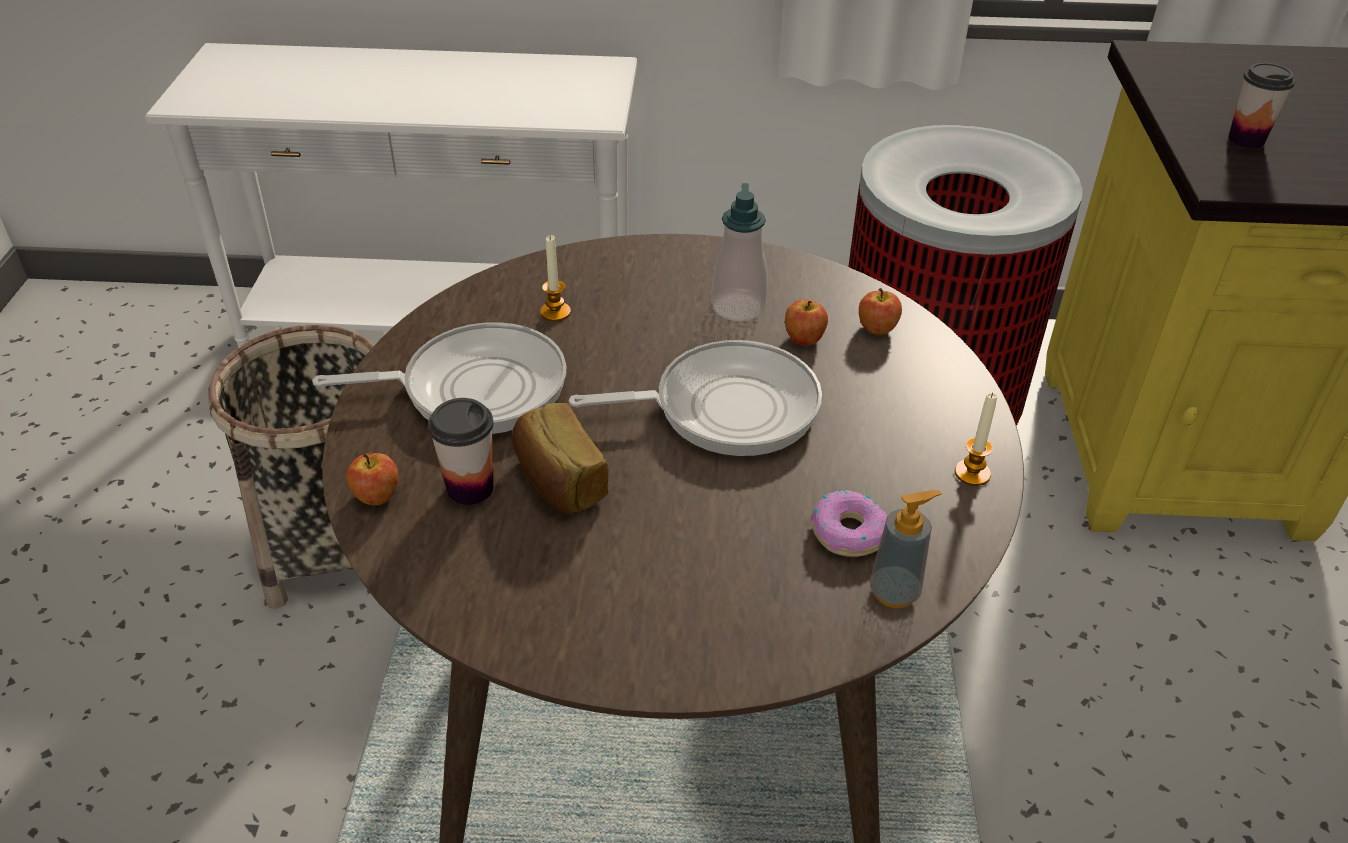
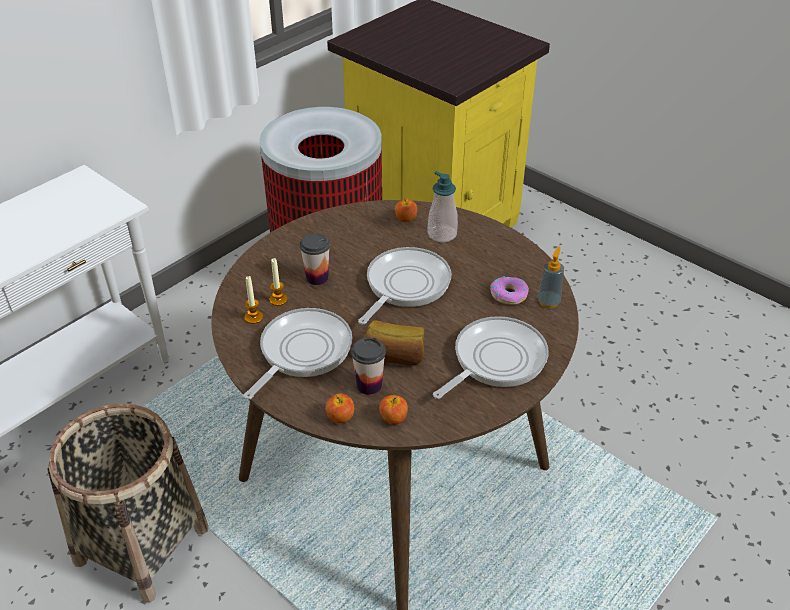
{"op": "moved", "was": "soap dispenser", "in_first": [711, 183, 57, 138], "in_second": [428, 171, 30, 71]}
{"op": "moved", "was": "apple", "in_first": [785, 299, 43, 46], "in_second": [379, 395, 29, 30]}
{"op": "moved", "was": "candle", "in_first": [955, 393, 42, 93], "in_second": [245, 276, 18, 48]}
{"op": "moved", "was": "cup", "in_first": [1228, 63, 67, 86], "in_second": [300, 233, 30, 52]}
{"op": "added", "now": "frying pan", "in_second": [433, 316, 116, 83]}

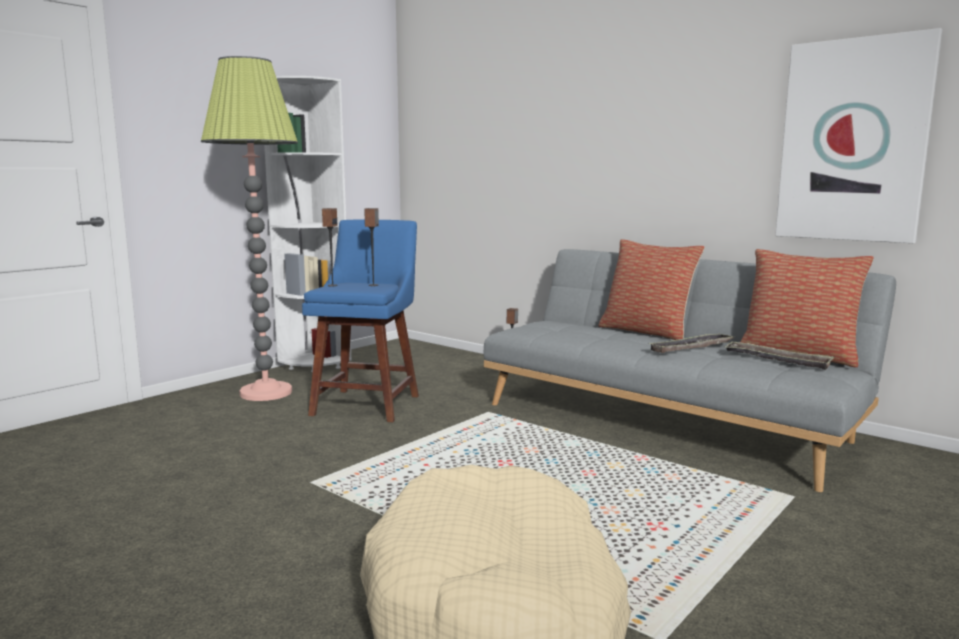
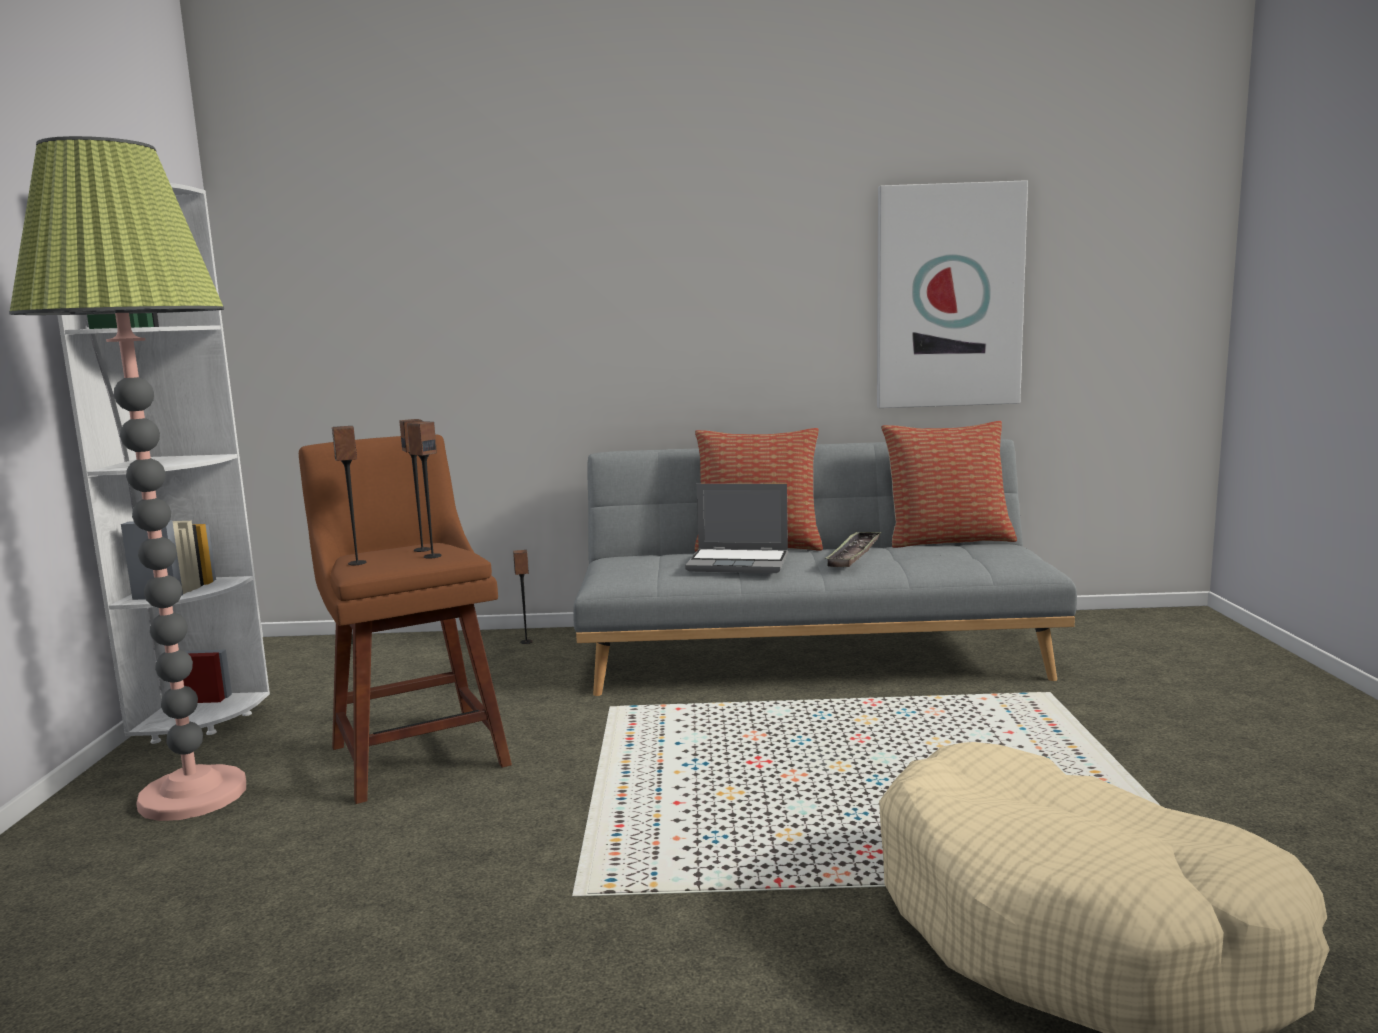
{"op": "recoloured", "was": "blue stool", "now": "brown stool", "in_first": [302, 219, 117, 203], "in_second": [299, 435, 213, 369]}
{"op": "removed", "was": "tray", "in_first": [724, 342, 110, 28]}
{"op": "added", "now": "speaker", "in_second": [407, 421, 35, 138]}
{"op": "added", "now": "laptop", "in_second": [685, 484, 103, 89]}

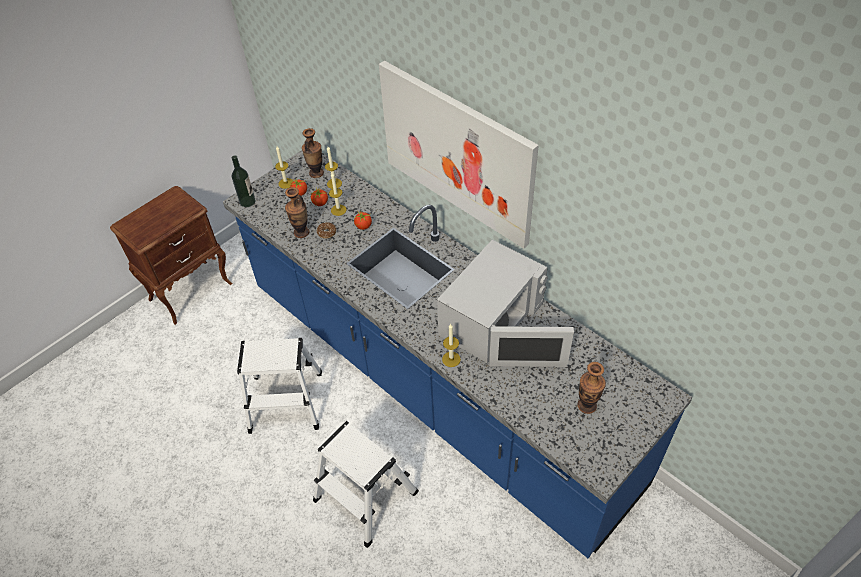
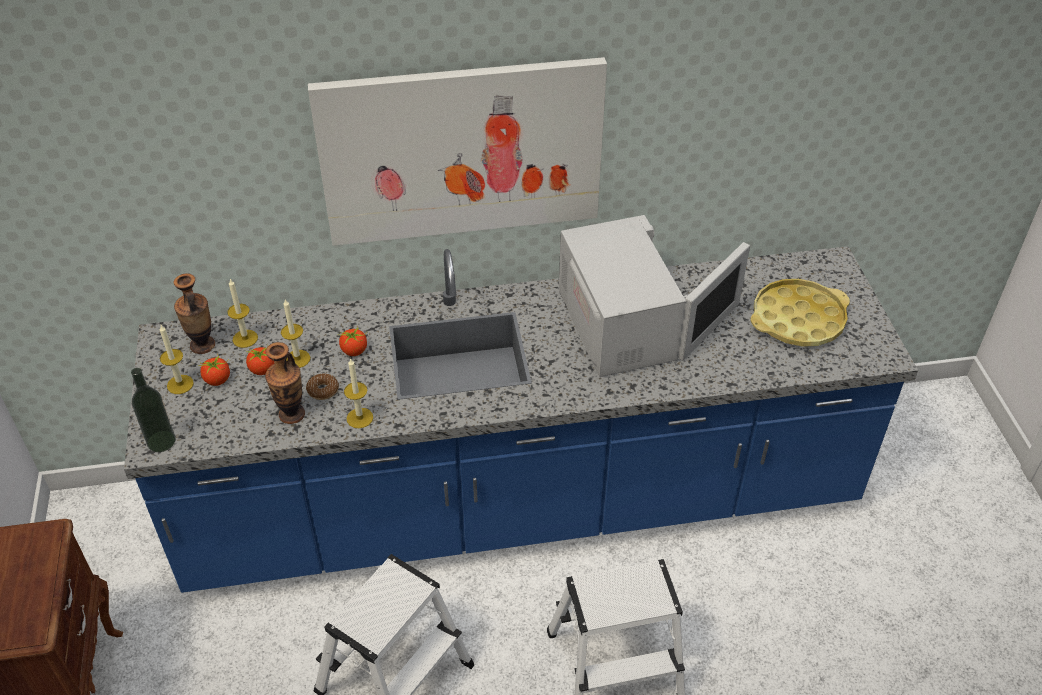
{"op": "moved", "was": "candle", "in_first": [442, 324, 19, 43], "in_second": [344, 358, 29, 70]}
{"op": "replaced", "was": "vase", "now": "yellow tray", "in_first": [577, 362, 29, 52], "in_second": [751, 279, 99, 68]}

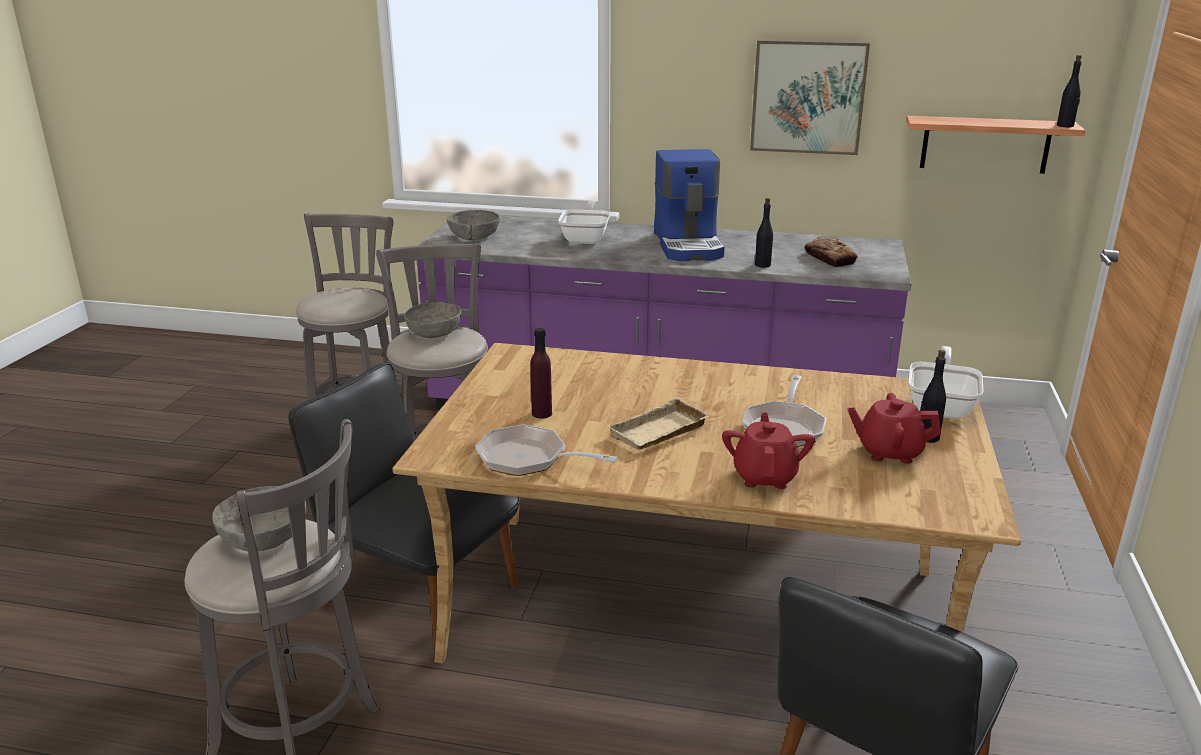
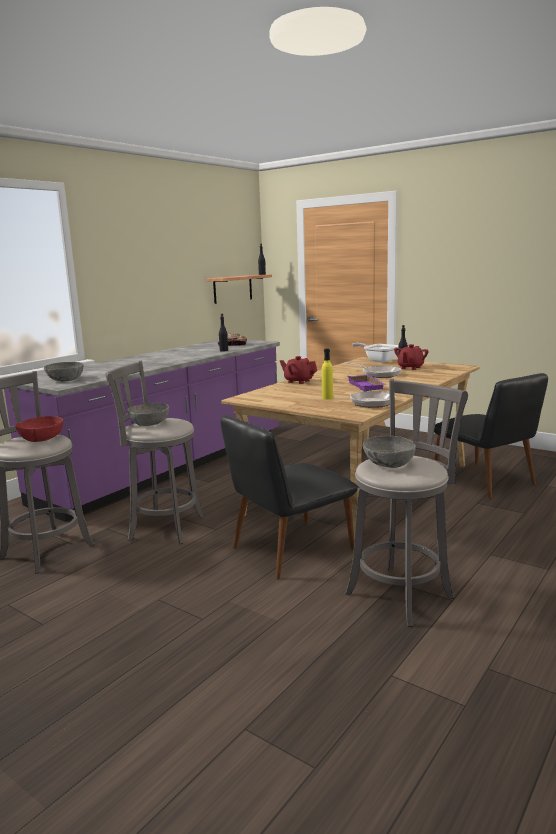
{"op": "recoloured", "was": "purple bottle", "now": "yellow bottle", "in_first": [530, 328, 22, 91], "in_second": [322, 348, 11, 52]}
{"op": "removed", "was": "frying pan", "in_first": [558, 201, 53, 43]}
{"op": "recoloured", "was": "beige tray", "now": "purple tray", "in_first": [607, 397, 104, 53], "in_second": [347, 375, 40, 16]}
{"op": "removed", "was": "coffee machine", "in_first": [654, 149, 71, 112]}
{"op": "moved", "was": "red teapot", "in_first": [722, 413, 93, 76], "in_second": [280, 356, 37, 28]}
{"op": "removed", "was": "picture", "in_first": [750, 40, 120, 115]}
{"op": "added", "now": "red bowl", "in_second": [16, 416, 48, 26]}

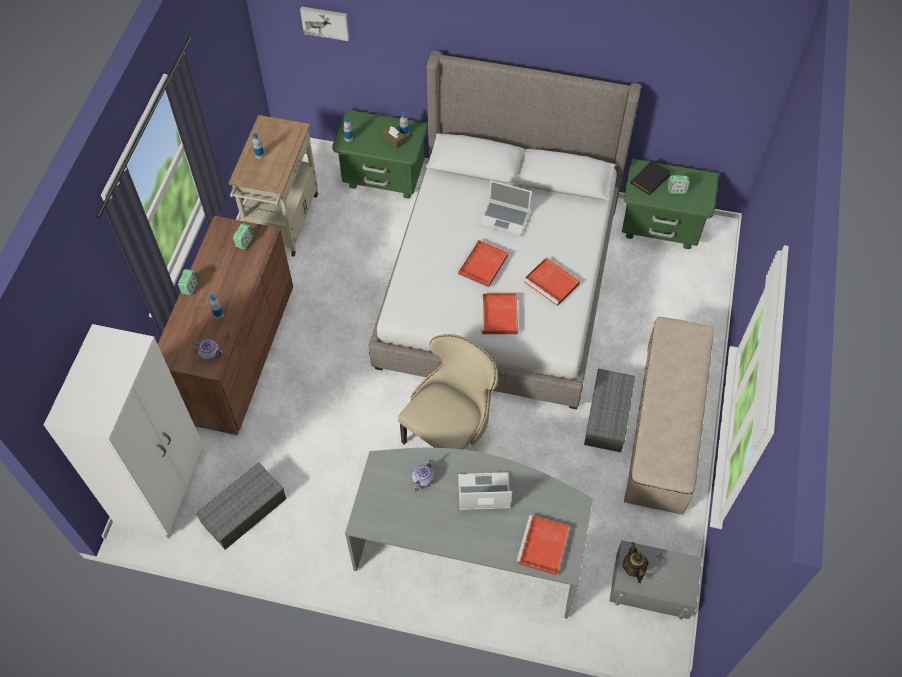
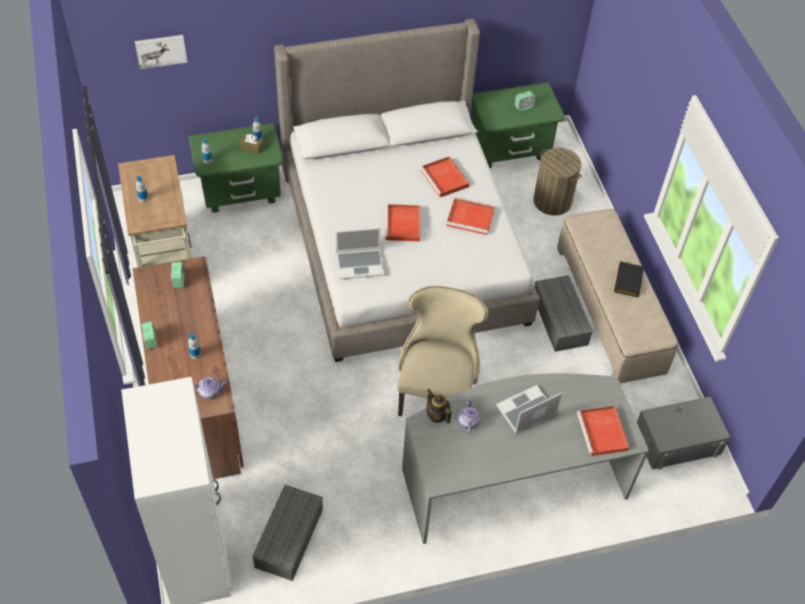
{"op": "moved", "was": "laptop", "in_first": [479, 180, 53, 56], "in_second": [336, 228, 48, 51]}
{"op": "moved", "was": "red tray", "in_first": [480, 294, 38, 40], "in_second": [420, 156, 49, 41]}
{"op": "moved", "was": "teapot", "in_first": [622, 542, 26, 41], "in_second": [426, 389, 25, 34]}
{"op": "moved", "was": "black book", "in_first": [631, 160, 40, 35], "in_second": [614, 261, 30, 37]}
{"op": "added", "now": "laundry basket", "in_second": [533, 148, 49, 68]}

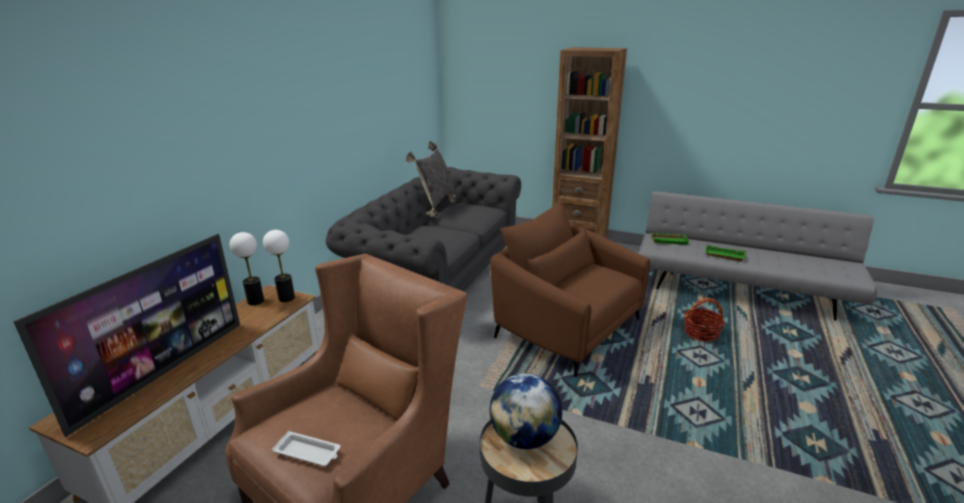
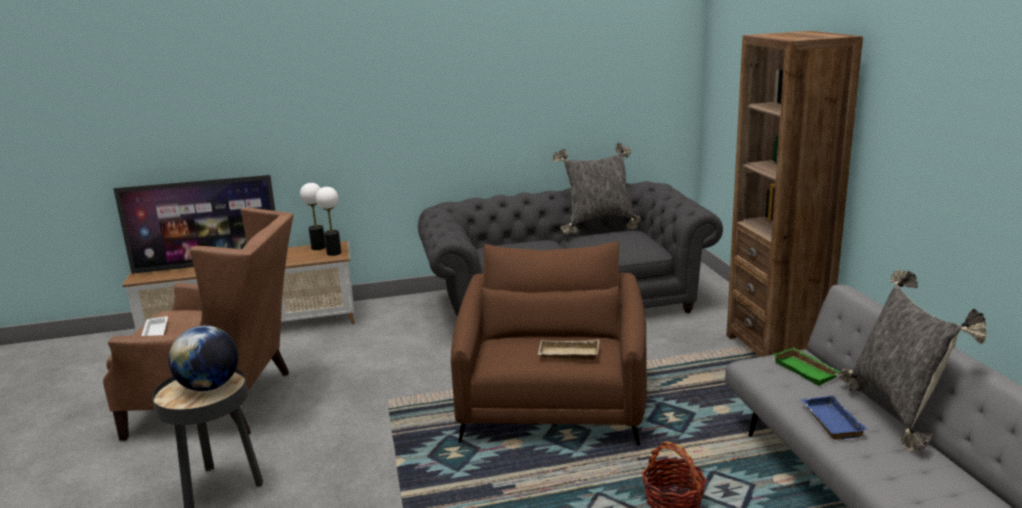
{"op": "recoloured", "was": "green tray", "now": "blue tray", "in_first": [704, 245, 43, 17], "in_second": [800, 395, 68, 45]}
{"op": "added", "now": "beige tray", "in_second": [538, 339, 61, 21]}
{"op": "added", "now": "pillow", "in_second": [838, 270, 149, 181]}

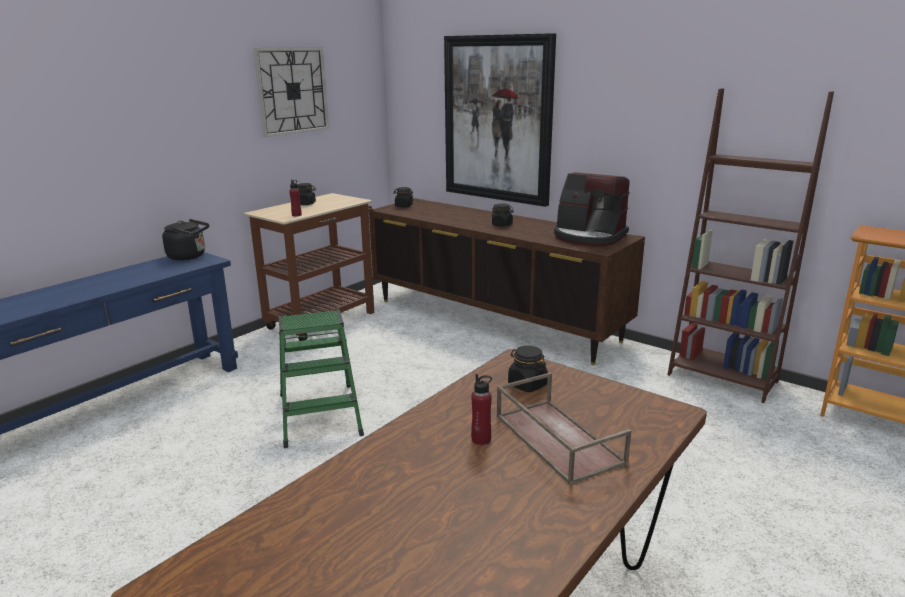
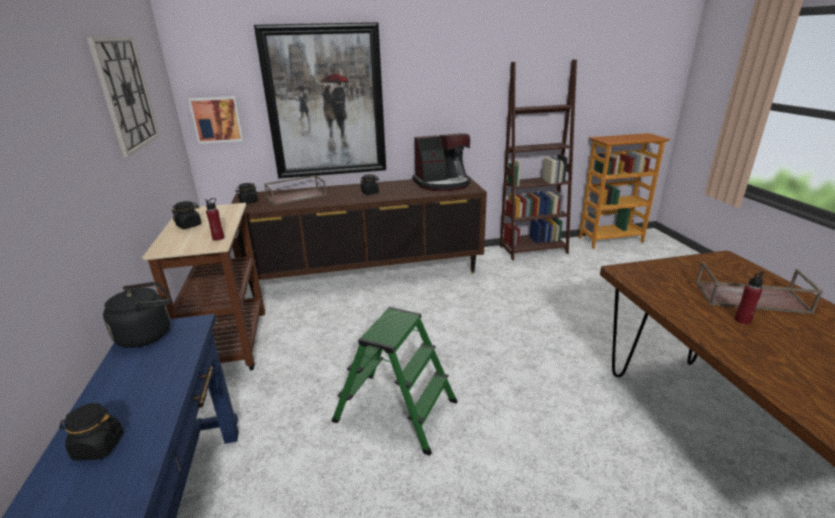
{"op": "moved", "was": "black jar", "in_first": [508, 346, 40, 46], "in_second": [59, 403, 65, 57]}
{"op": "added", "now": "picture", "in_second": [188, 96, 56, 48]}
{"op": "added", "now": "brown tray", "in_second": [264, 175, 63, 31]}

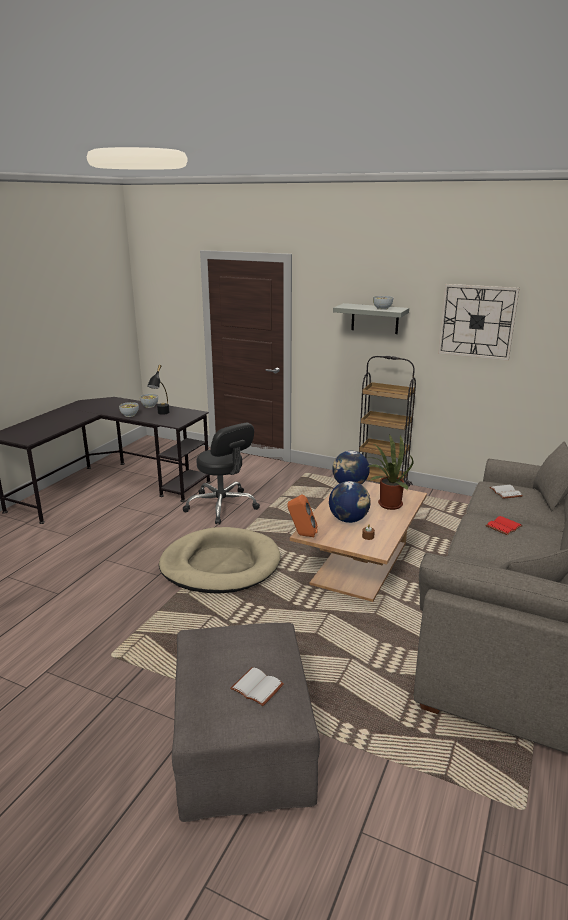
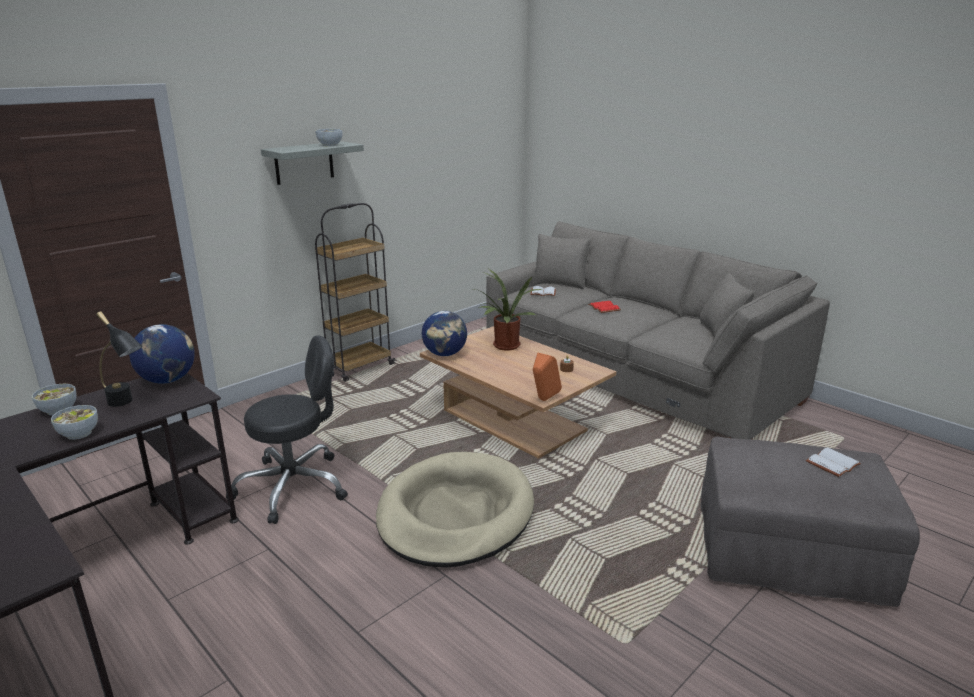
{"op": "moved", "was": "globe", "in_first": [329, 481, 42, 42], "in_second": [129, 324, 66, 60]}
{"op": "removed", "was": "wall clock", "in_first": [438, 284, 82, 77]}

